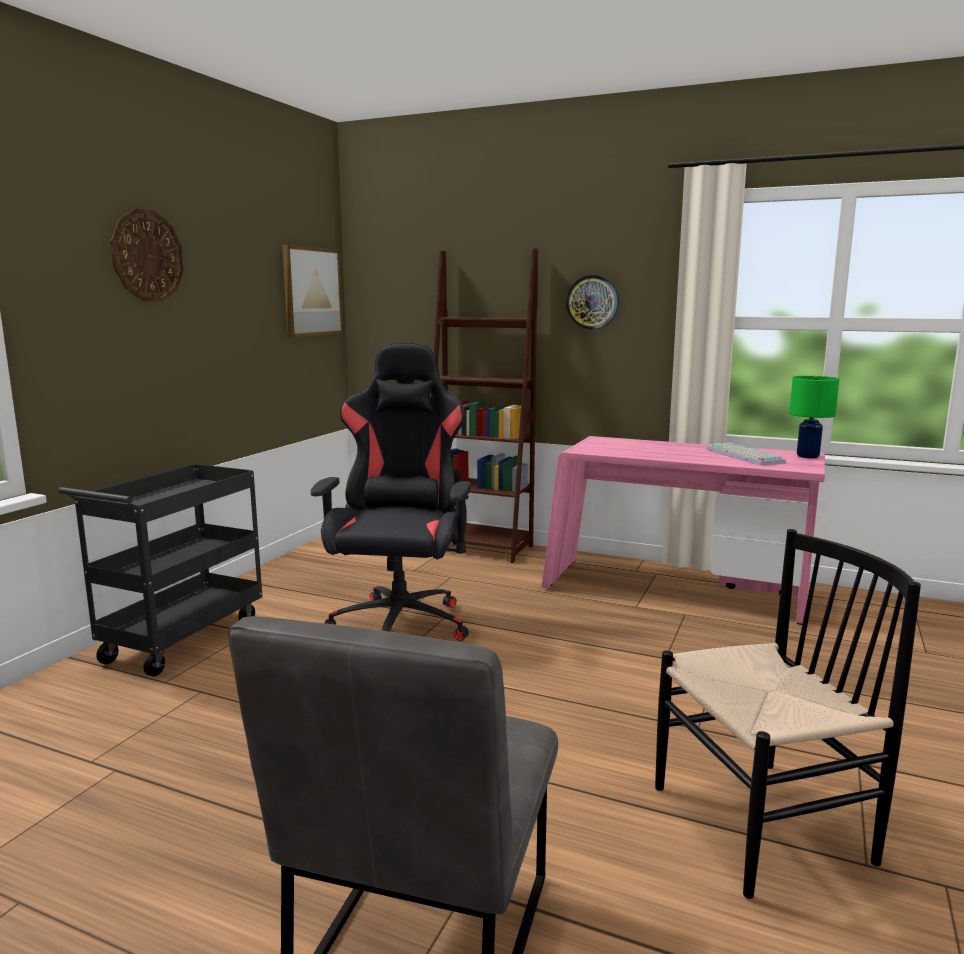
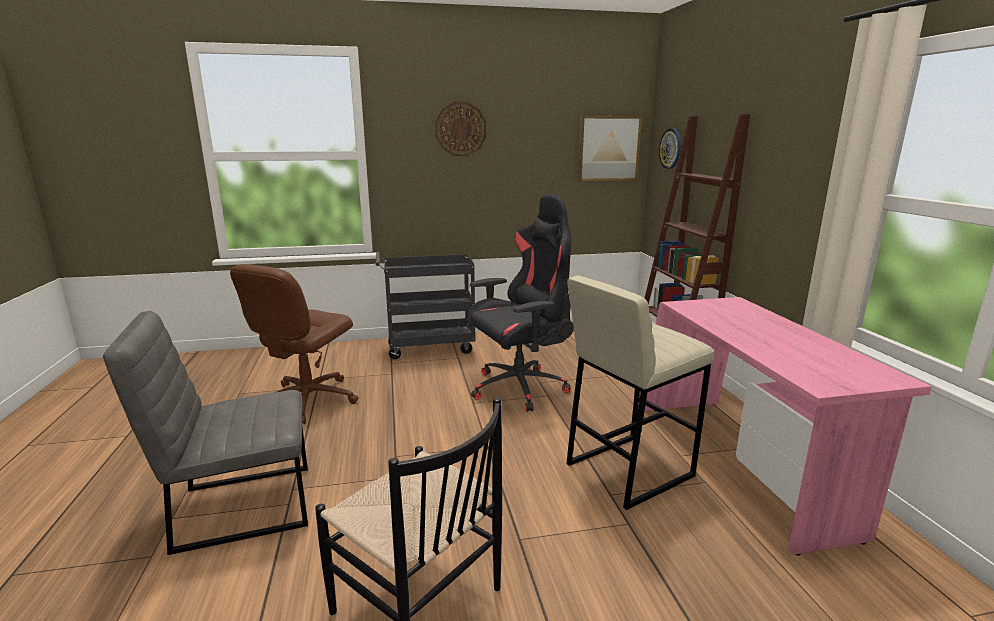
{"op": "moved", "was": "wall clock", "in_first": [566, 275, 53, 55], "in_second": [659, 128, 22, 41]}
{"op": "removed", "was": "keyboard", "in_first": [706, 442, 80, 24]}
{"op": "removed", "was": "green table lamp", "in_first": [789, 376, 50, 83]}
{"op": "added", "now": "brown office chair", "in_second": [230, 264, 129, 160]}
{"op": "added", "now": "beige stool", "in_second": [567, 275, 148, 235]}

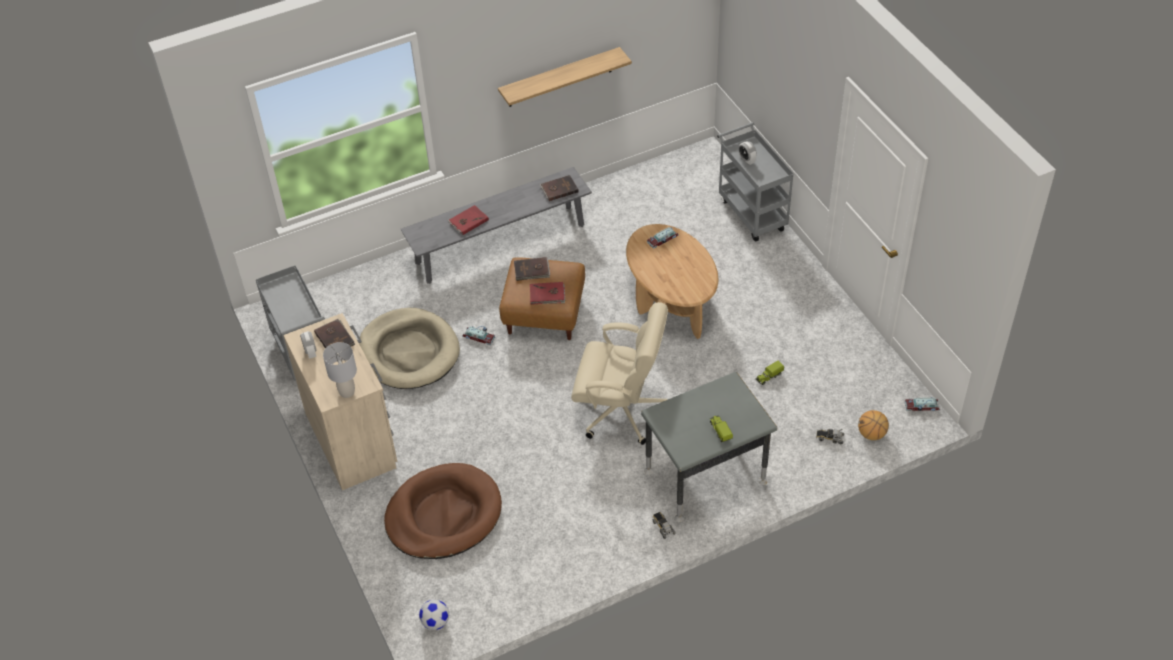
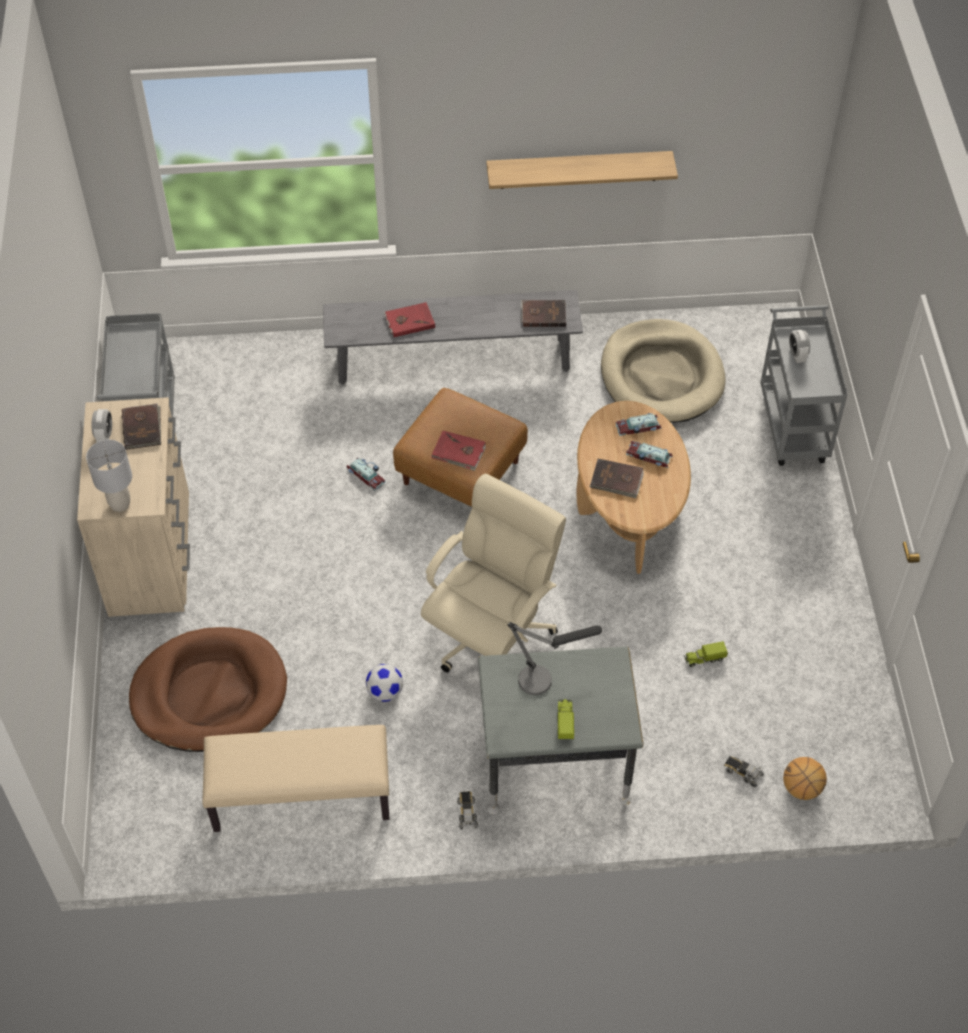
{"op": "moved", "was": "beige dog bed", "in_first": [359, 308, 101, 81], "in_second": [601, 319, 125, 104]}
{"op": "moved", "was": "football", "in_first": [419, 600, 30, 30], "in_second": [366, 664, 37, 38]}
{"op": "moved", "was": "brown book", "in_first": [514, 257, 36, 24], "in_second": [589, 459, 55, 39]}
{"op": "turned", "was": "beige office chair", "in_first": [571, 302, 97, 143], "in_second": [421, 474, 145, 198], "clockwise": -90}
{"op": "moved", "was": "toy car", "in_first": [905, 397, 35, 14], "in_second": [626, 441, 47, 27]}
{"op": "added", "now": "beige bench", "in_second": [202, 725, 187, 107]}
{"op": "added", "now": "table lamp", "in_second": [508, 622, 94, 73]}

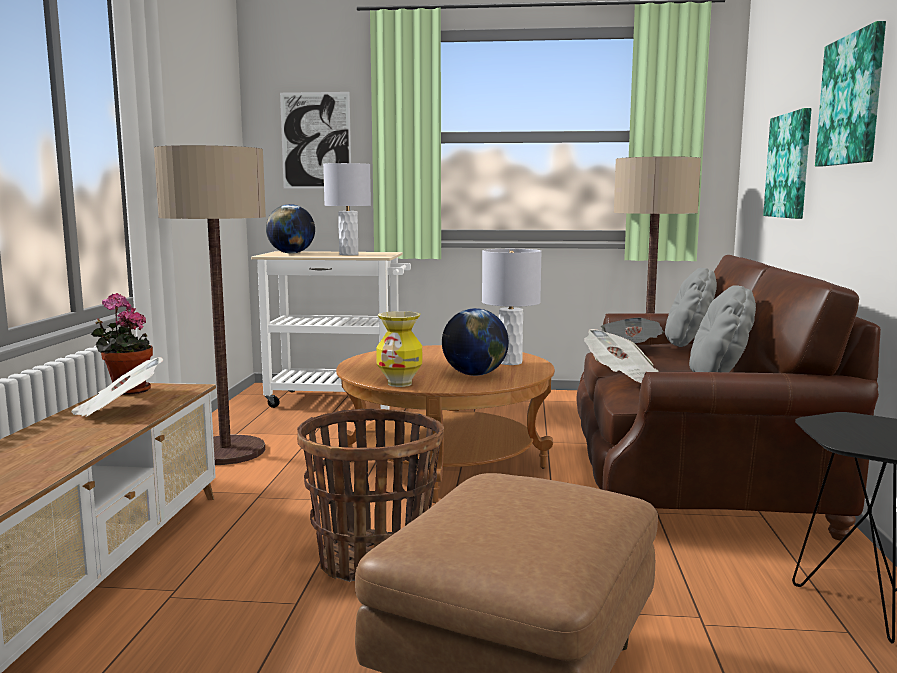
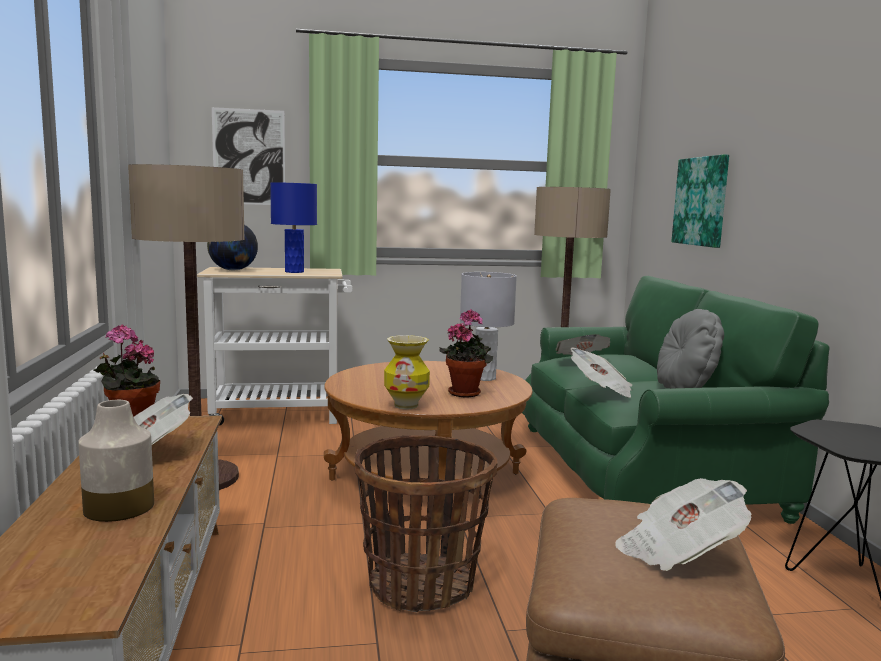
{"op": "recoloured", "was": "grey table lamp", "now": "blue table lamp", "in_first": [323, 163, 48, 92], "in_second": [270, 182, 47, 91]}
{"op": "replaced", "was": "globe", "now": "potted plant", "in_first": [442, 308, 67, 68], "in_second": [440, 309, 53, 89]}
{"op": "recoloured", "was": "brown sofa", "now": "green sofa", "in_first": [577, 255, 304, 286], "in_second": [522, 276, 308, 248]}
{"op": "removed", "was": "grey pillow", "in_first": [665, 268, 52, 79]}
{"op": "removed", "was": "picture", "in_first": [815, 21, 71, 146]}
{"op": "added", "now": "beige vase", "in_second": [78, 400, 76, 122]}
{"op": "added", "now": "newspaper", "in_second": [615, 478, 137, 93]}

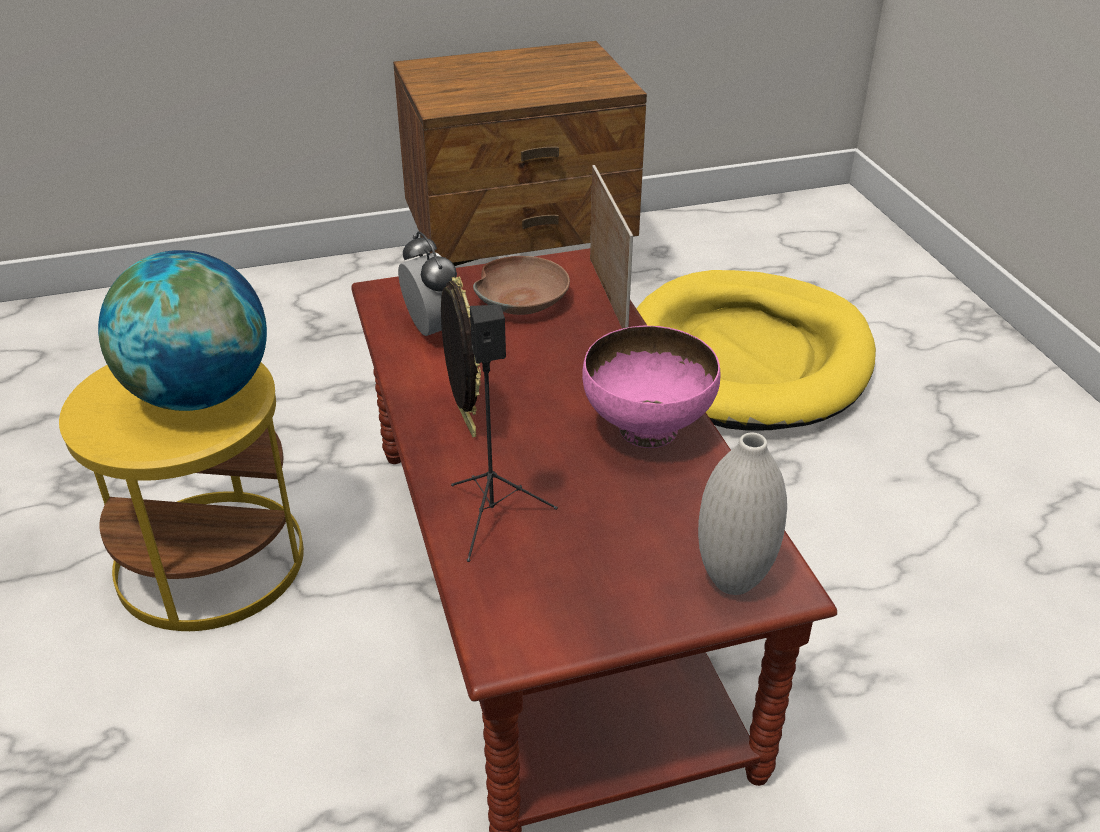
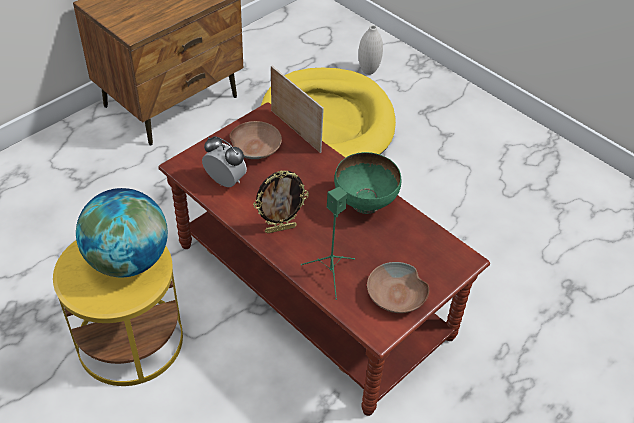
{"op": "turned", "was": "picture frame", "in_first": [441, 277, 40, 160], "in_second": [253, 171, 56, 63], "clockwise": 120}
{"op": "recoloured", "was": "black speaker", "now": "green speaker", "in_first": [451, 305, 107, 257], "in_second": [301, 187, 54, 113]}
{"op": "recoloured", "was": "pink bowl", "now": "green bowl", "in_first": [582, 325, 138, 123], "in_second": [334, 152, 67, 62]}
{"op": "moved", "was": "white vase", "in_first": [698, 432, 89, 163], "in_second": [358, 25, 25, 50]}
{"op": "added", "now": "brown bowl", "in_second": [367, 262, 62, 51]}

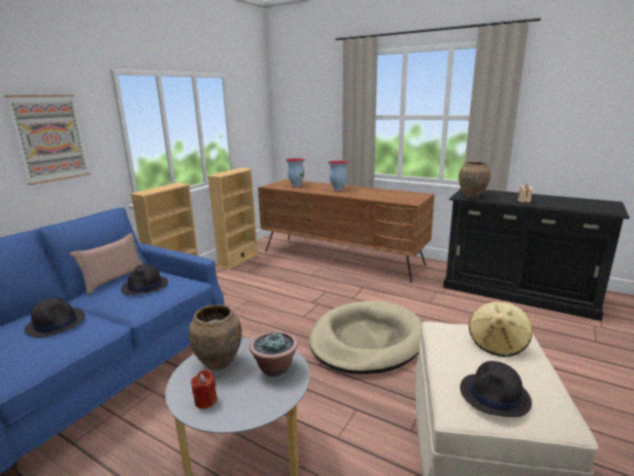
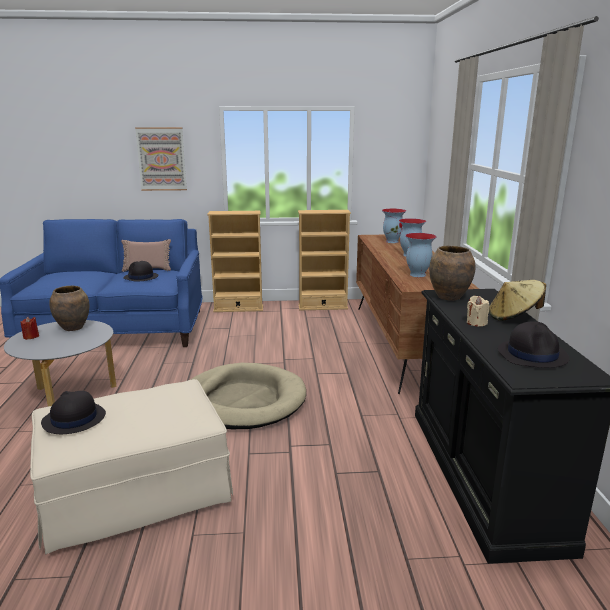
{"op": "moved", "was": "black hat", "in_first": [24, 297, 61, 41], "in_second": [498, 321, 71, 47]}
{"op": "removed", "was": "potted plant", "in_first": [249, 331, 49, 46]}
{"op": "moved", "was": "beige hat", "in_first": [469, 301, 63, 56], "in_second": [489, 280, 57, 41]}
{"op": "added", "now": "vase", "in_second": [405, 233, 32, 44]}

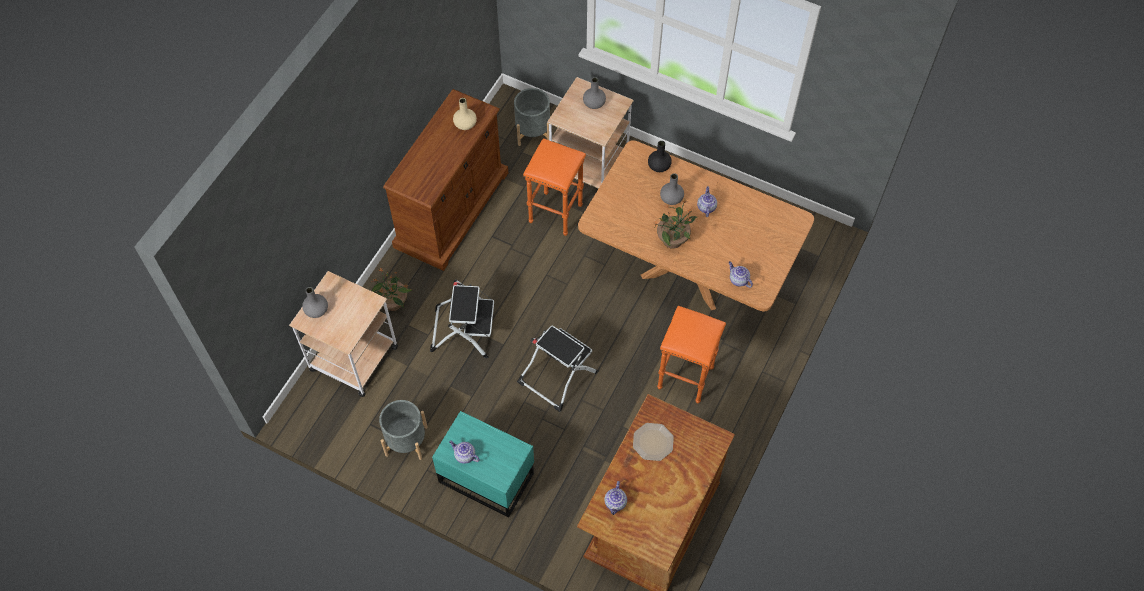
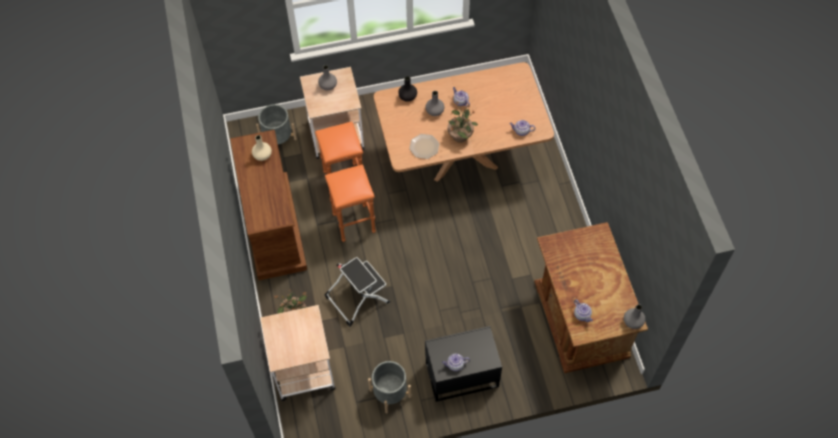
{"op": "moved", "was": "grey vase", "in_first": [302, 287, 26, 31], "in_second": [624, 304, 21, 25]}
{"op": "recoloured", "was": "turquoise nightstand", "now": "black nightstand", "in_first": [432, 411, 102, 106], "in_second": [425, 326, 77, 76]}
{"op": "removed", "was": "step ladder", "in_first": [517, 326, 82, 86]}
{"op": "moved", "was": "plate", "in_first": [633, 423, 41, 38], "in_second": [409, 134, 30, 25]}
{"op": "moved", "was": "orange stool", "in_first": [657, 306, 69, 97], "in_second": [325, 165, 51, 77]}

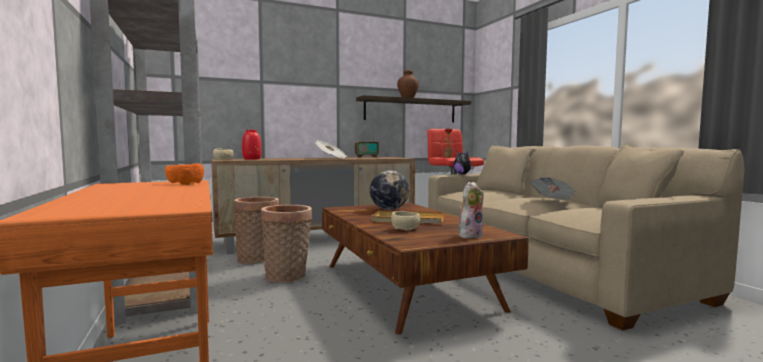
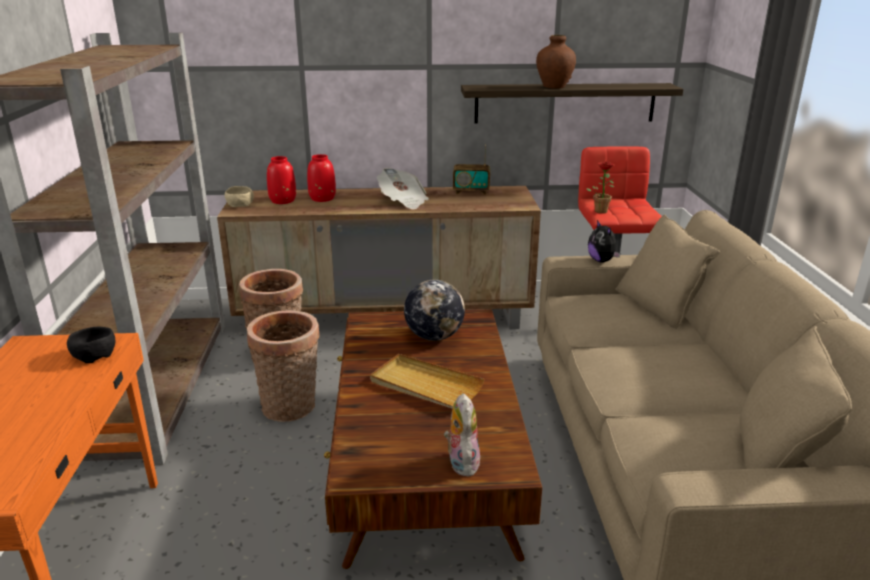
{"op": "recoloured", "was": "orange bowl", "now": "black bowl", "in_first": [165, 163, 39, 22], "in_second": [67, 327, 48, 36]}
{"op": "removed", "was": "beige bowl", "in_first": [391, 211, 29, 20]}
{"op": "turned", "was": "plush toy", "in_first": [459, 182, 25, 57], "in_second": [444, 393, 36, 83], "clockwise": -75}
{"op": "removed", "was": "newspaper", "in_first": [529, 177, 46, 23]}
{"op": "added", "now": "red vase", "in_second": [307, 154, 29, 48]}

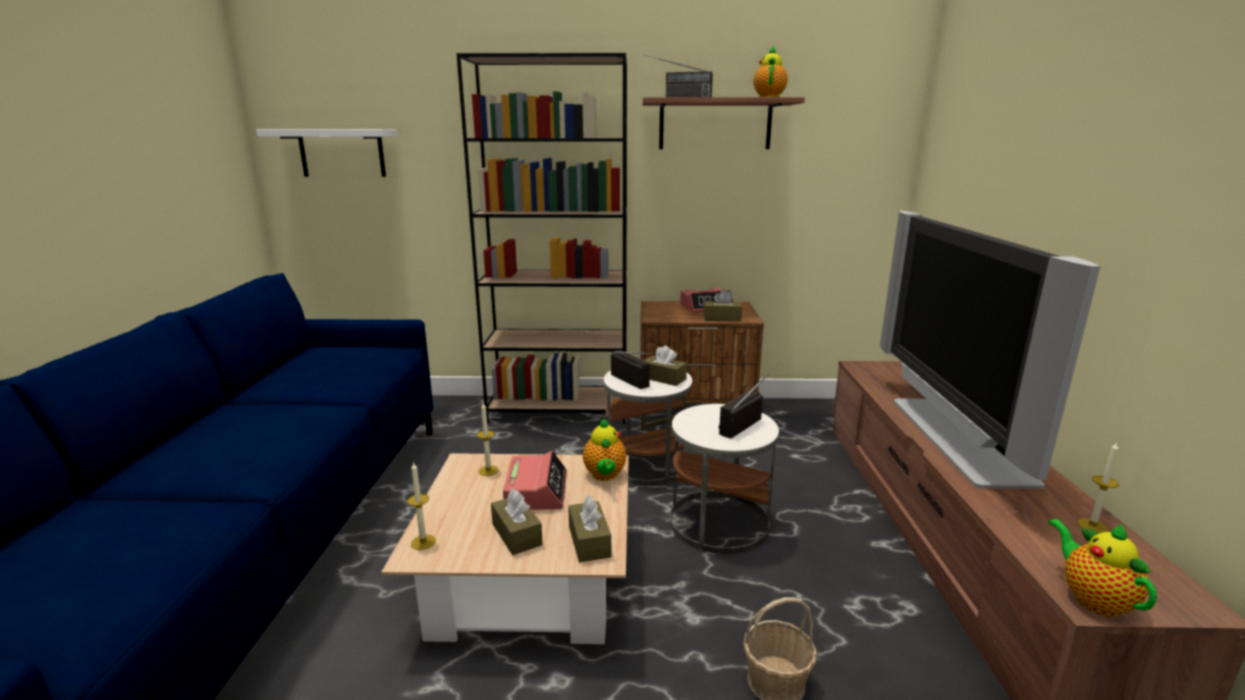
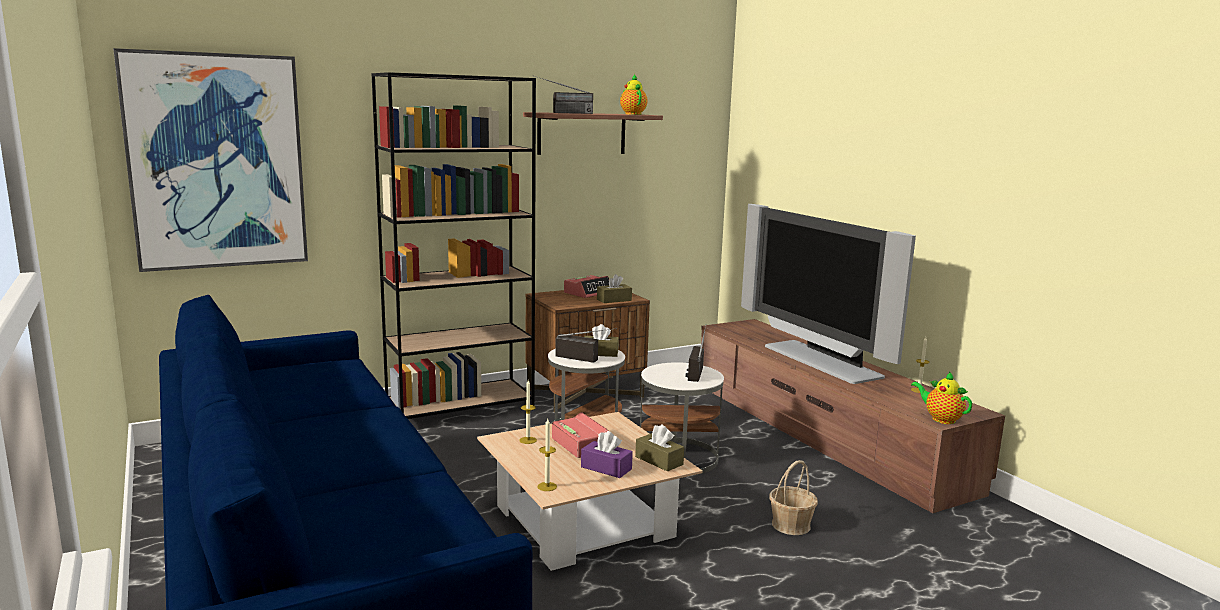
{"op": "replaced", "was": "white shelf", "now": "picture", "in_first": [256, 129, 142, 48], "in_second": [113, 48, 195, 224]}
{"op": "recoloured", "was": "brown tissue box", "now": "purple tissue box", "in_first": [491, 489, 52, 66], "in_second": [581, 431, 52, 47]}
{"op": "removed", "was": "teapot", "in_first": [583, 419, 43, 62]}

